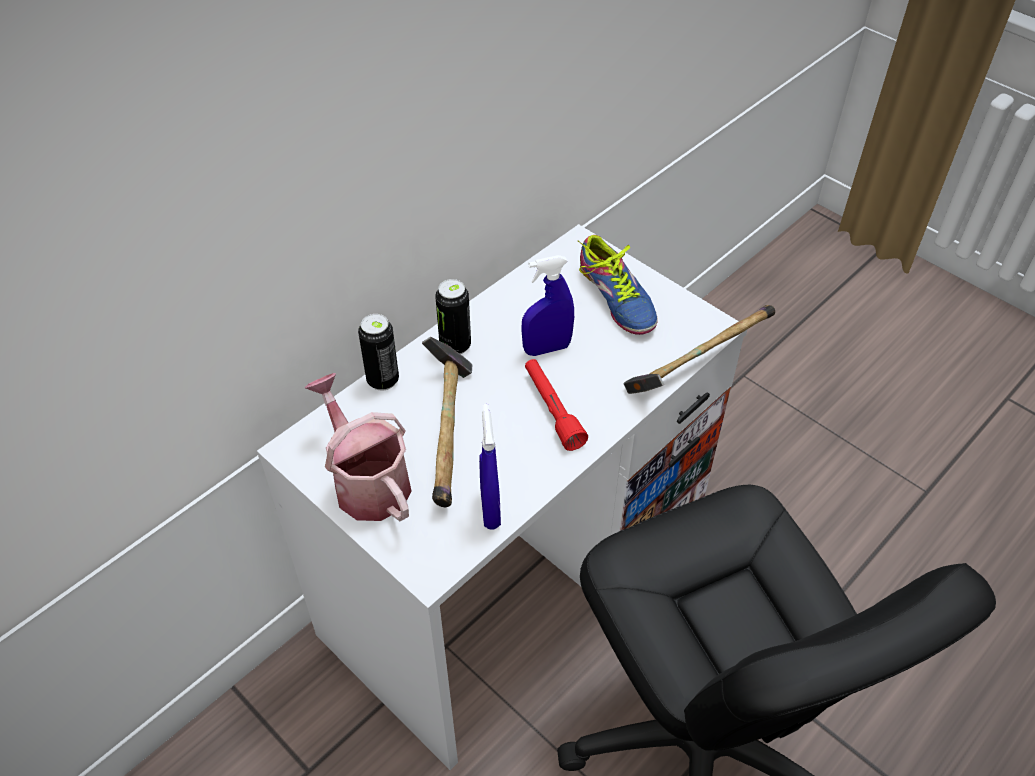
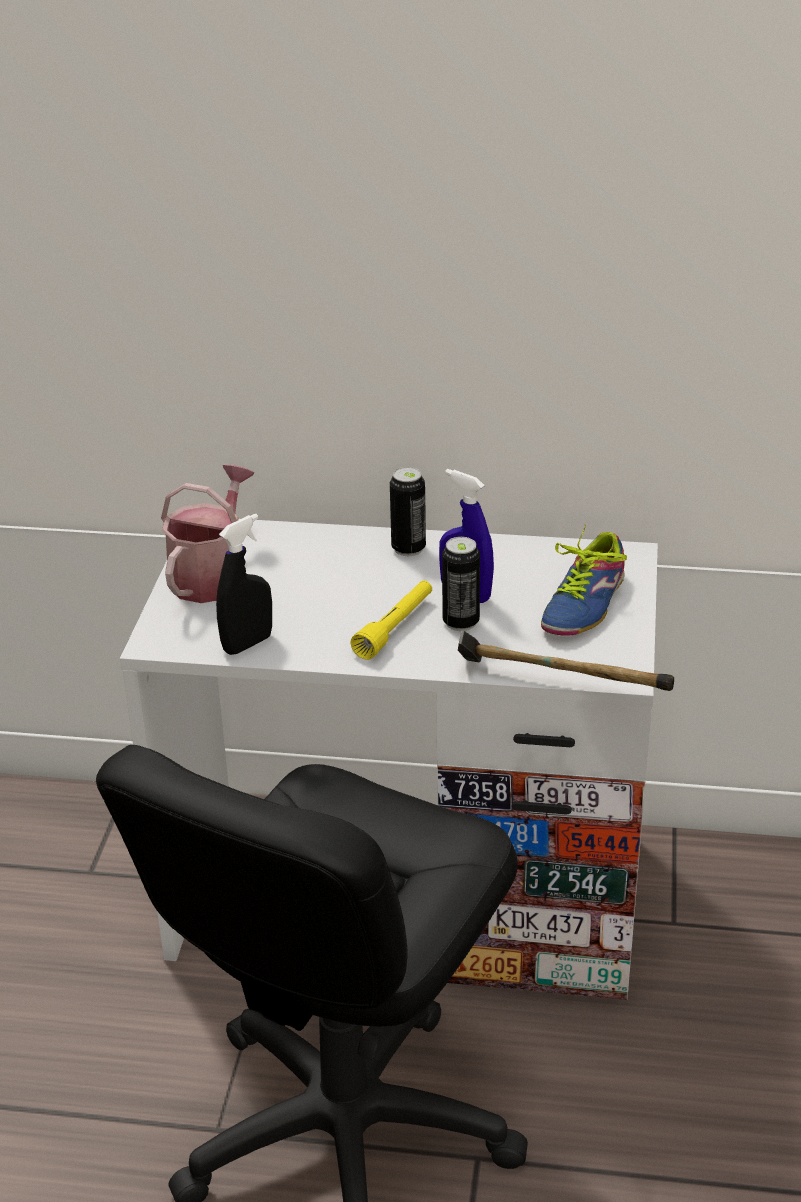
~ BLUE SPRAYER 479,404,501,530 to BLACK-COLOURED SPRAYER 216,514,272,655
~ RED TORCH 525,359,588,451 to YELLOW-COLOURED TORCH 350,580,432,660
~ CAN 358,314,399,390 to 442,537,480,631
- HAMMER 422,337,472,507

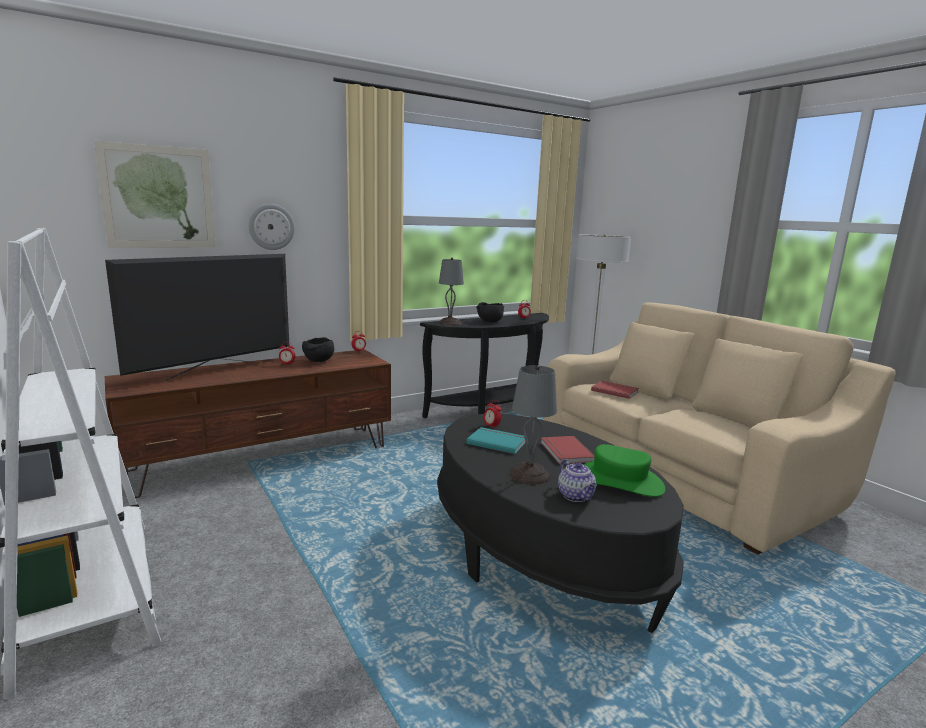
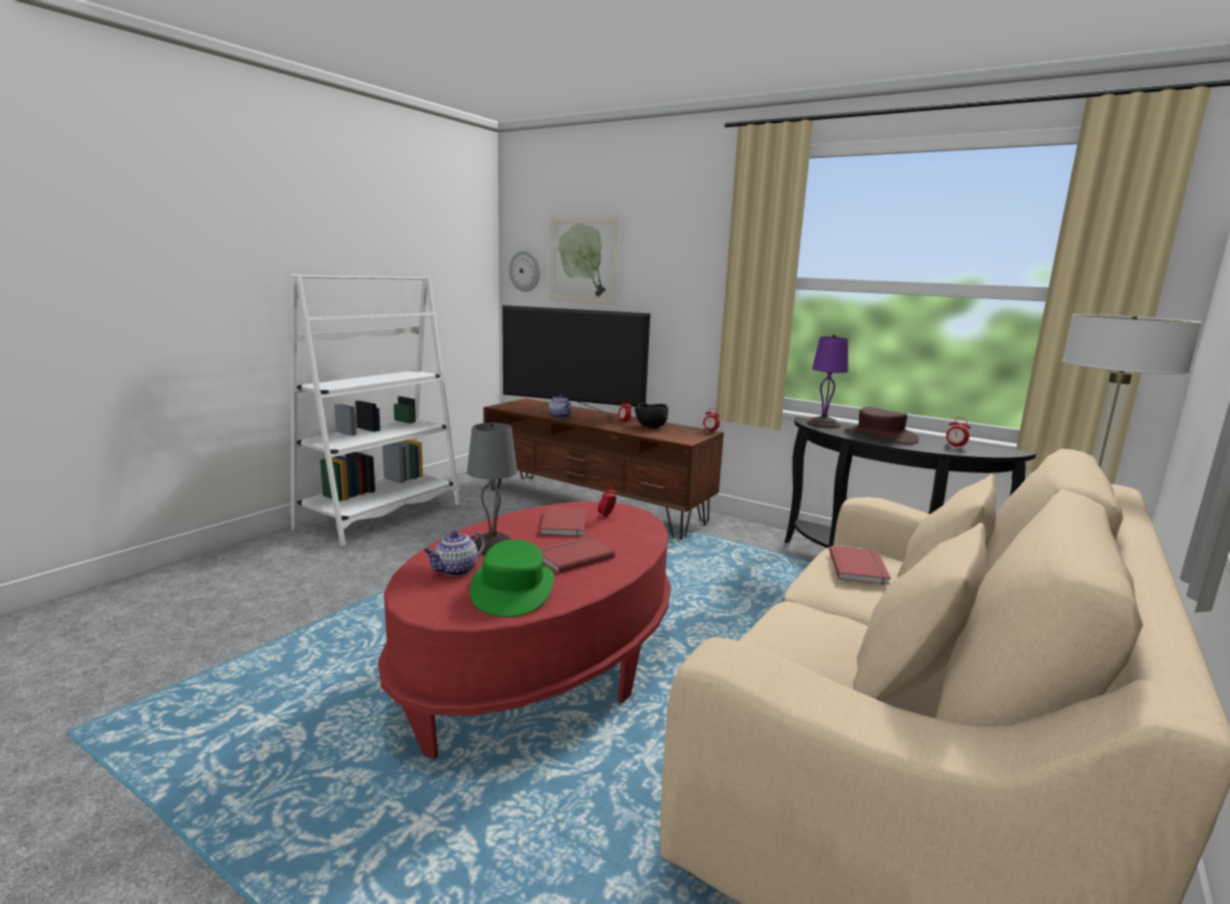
~ BLACK-COLOURED LOUNGE TABLE 437,414,684,633 to RED LOUNGE TABLE 378,501,671,759
~ CLOCK ON THE WALL 248,204,295,250 to 509,250,540,292
~ TURQUOISE-COLOURED VOLUME 466,427,526,454 to RED VOLUME 540,507,586,536
+ TEAPOT 549,395,572,418
~ GREY TABLE LAMP 438,258,464,326 to PURPLISH TABLE LAMP 807,334,848,428
~ BLACK-COLOURED BOWL 476,302,504,322 to BROWNISH HAT 844,407,919,444

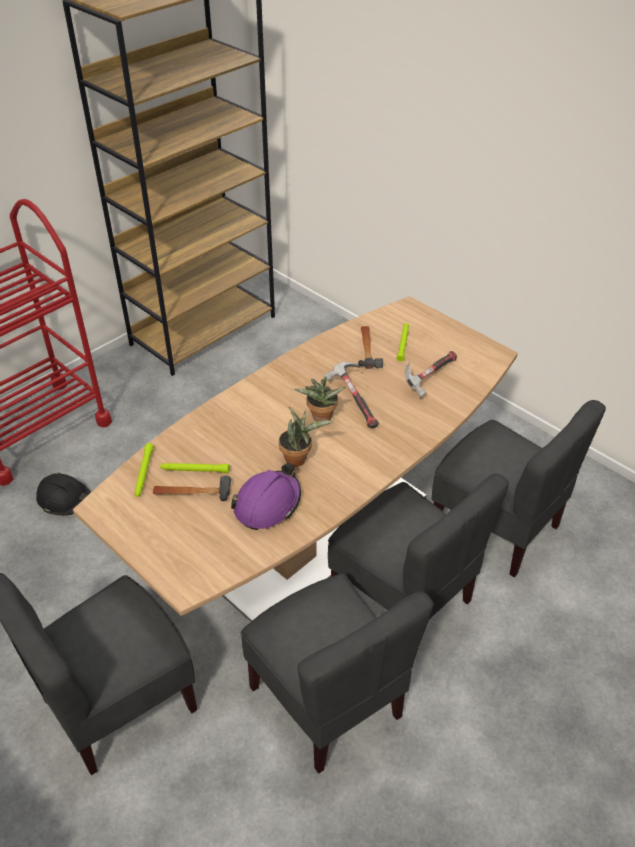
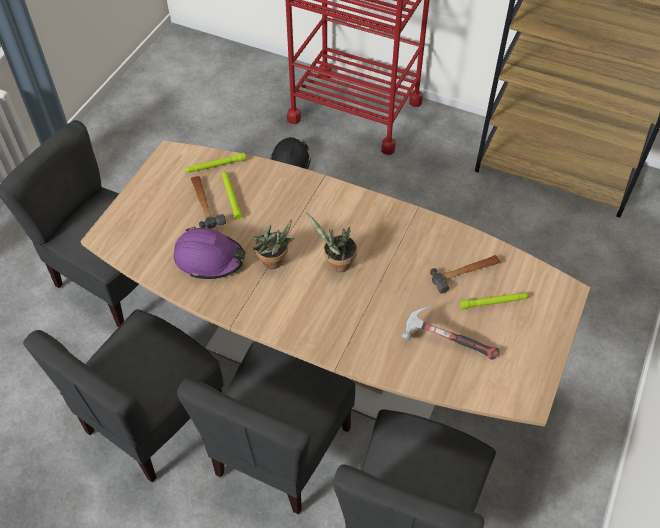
- HAMMER 324,362,379,428

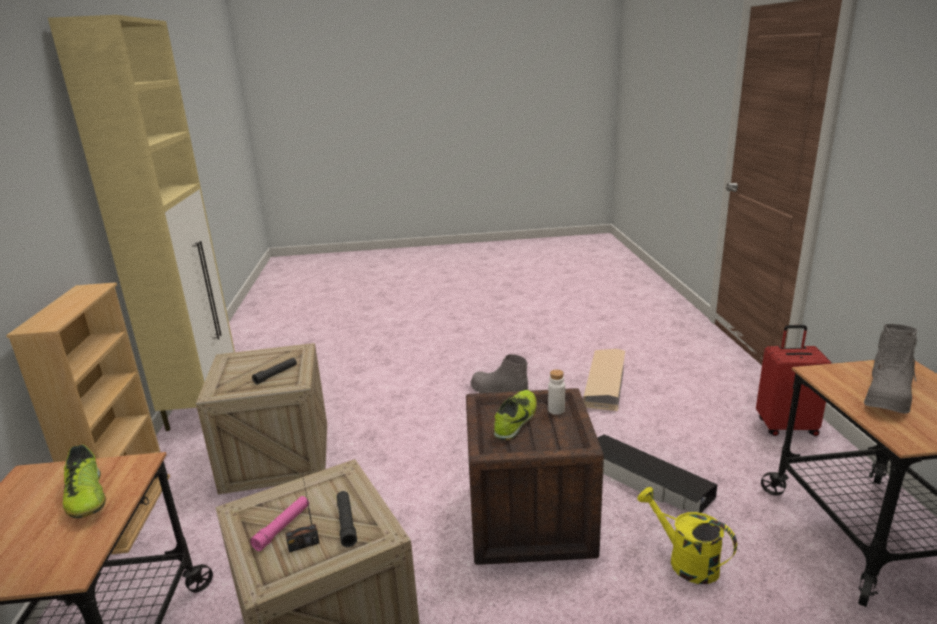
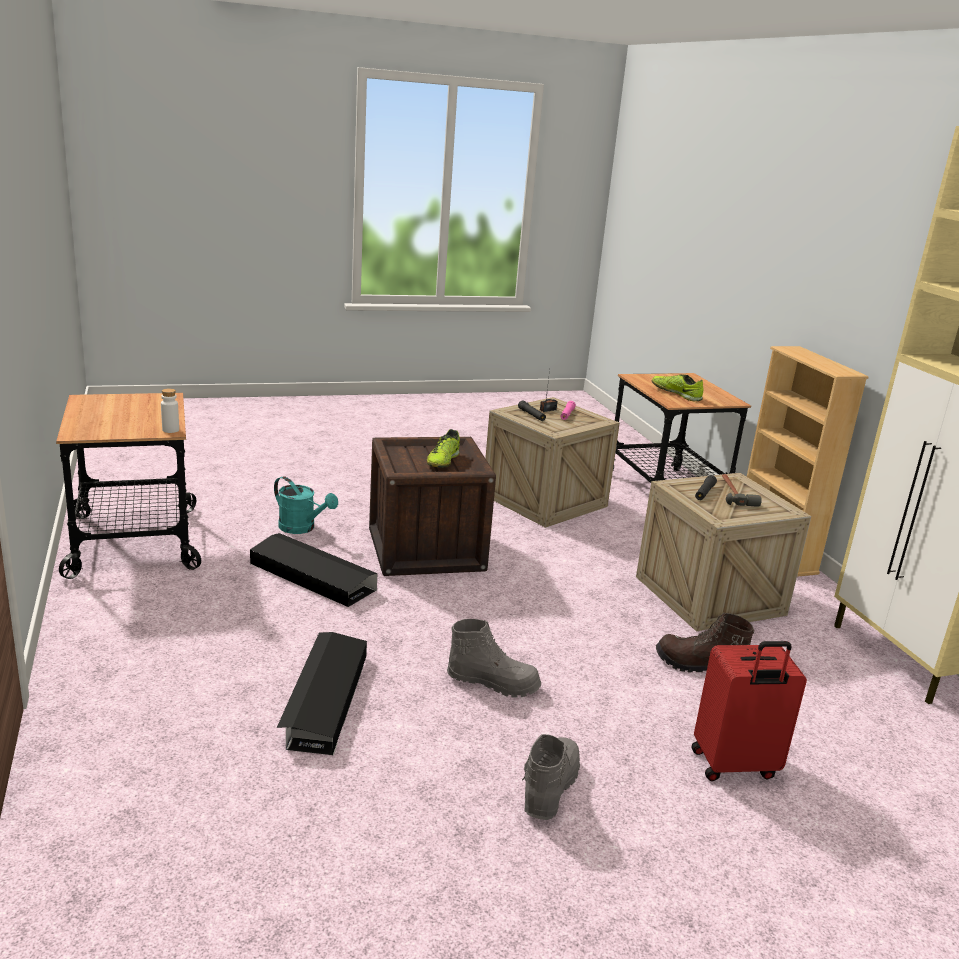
~ WHITE DRINK BOTTLE 548,369,565,415 to 161,389,179,433
~ YELLOW-COLOURED WATERING POT 637,487,737,584 to TURQUOISE-COLOURED WATERING POT 274,476,338,534
~ BEIGE STORAGE BOX 583,349,625,411 to BLACK-COLOURED STORAGE BOX 277,632,367,755
~ GREY HIGH-TOP BOOT 864,324,917,414 to 522,734,580,820
+ BROWNISH HIGH-TOP BOOT 656,613,754,672
~ RED PIECE OF LUGGAGE 756,325,832,436 to 692,641,807,781
+ HAMMER 722,474,762,507

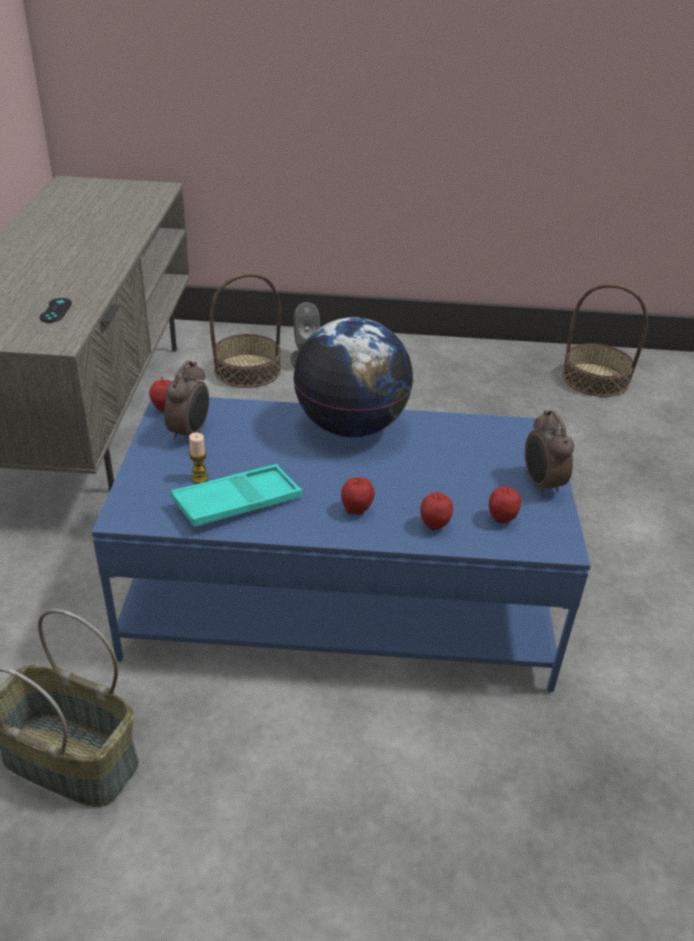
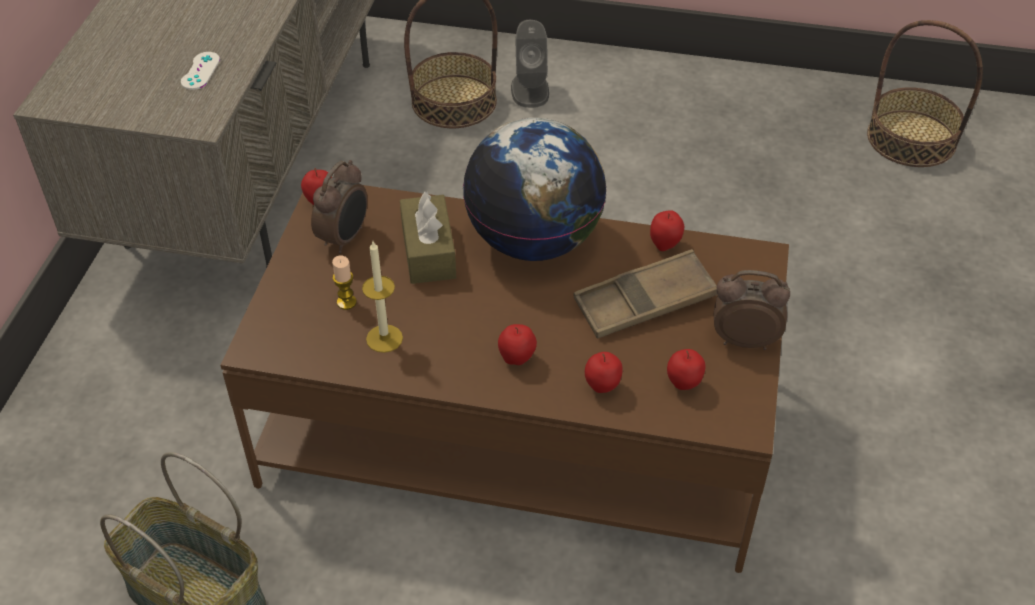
~ BLACK-COLOURED GAMEPAD 40,298,72,323 to WHITE GAMEPAD 181,52,220,90
~ BLUE LOUNGE TABLE 92,397,591,692 to BROWNISH LOUNGE TABLE 220,185,789,573
~ TURQUOISE-COLOURED TRAY 171,464,303,527 to CANDLE 362,241,403,353
+ BROWNISH TISSUE BOX 400,192,456,284
+ BROWNISH TRAY 574,249,718,338
+ APPLE FRUIT 650,210,684,251
~ BEDSIDE CLOCK 525,410,574,497 = 714,270,790,350 105 degrees clockwise

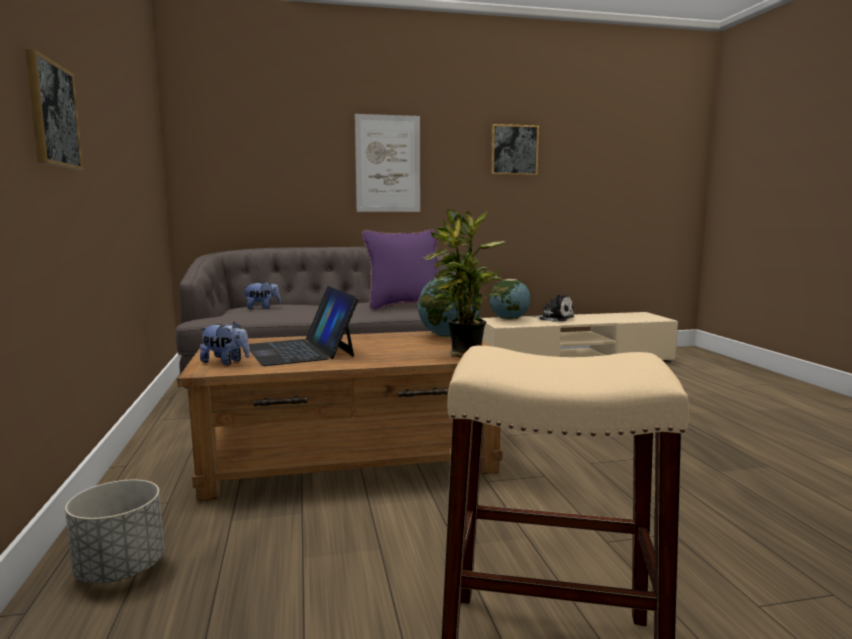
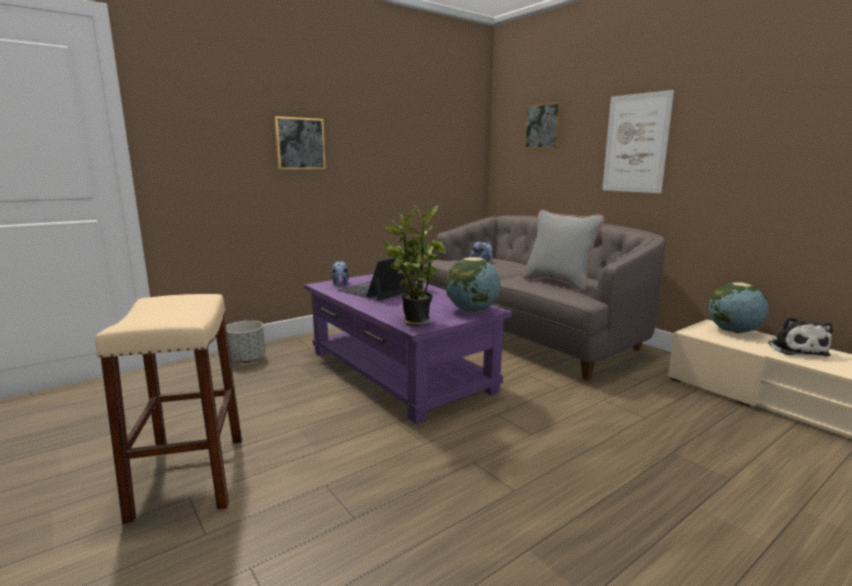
~ BROWNISH LOUNGE TABLE 177,331,503,501 to PURPLISH LOUNGE TABLE 304,274,512,424
~ PURPLISH THROW PILLOW 362,230,439,310 to GREY THROW PILLOW 522,210,604,291
~ WALL PICTURE 491,124,539,175 to 524,102,562,149

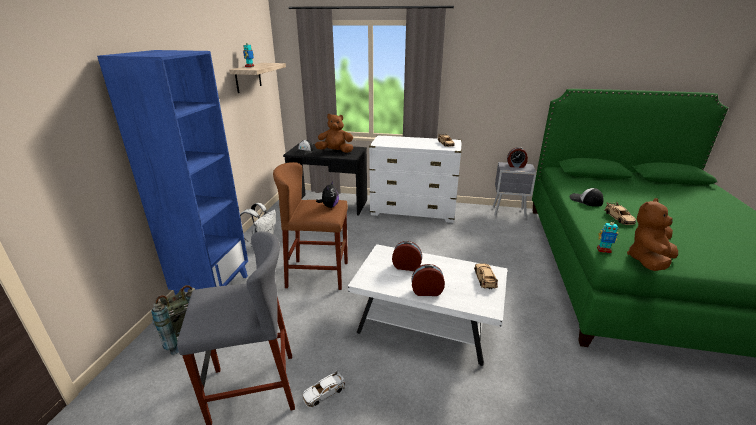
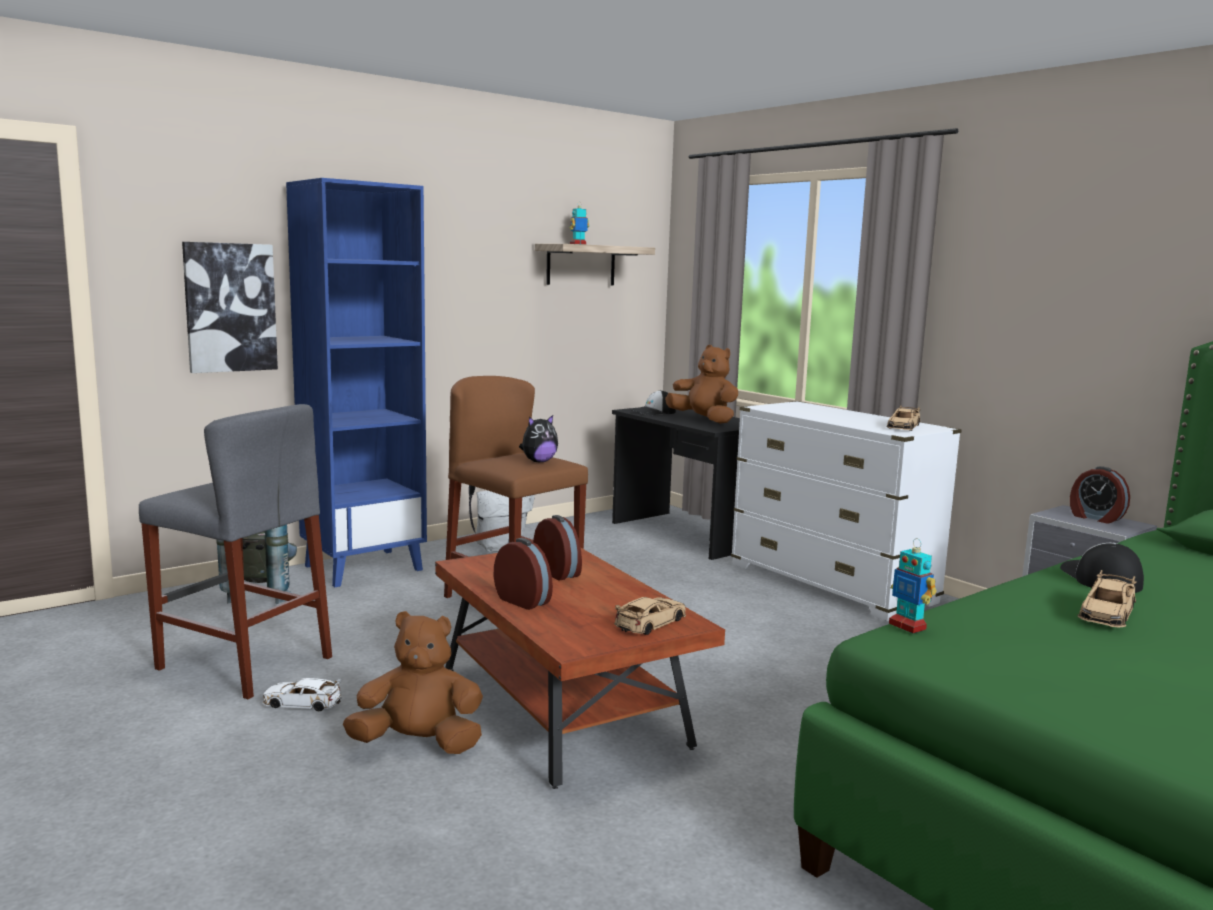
+ WALL PICTURE 182,242,278,373
~ BROWNISH PLUSH TOY 627,198,678,271 to 343,611,483,754
~ WHITE LOUNGE TABLE 348,244,507,366 to BROWNISH LOUNGE TABLE 435,547,725,789

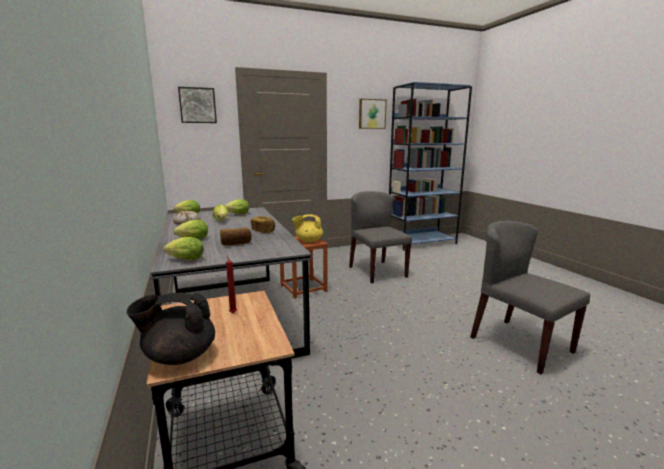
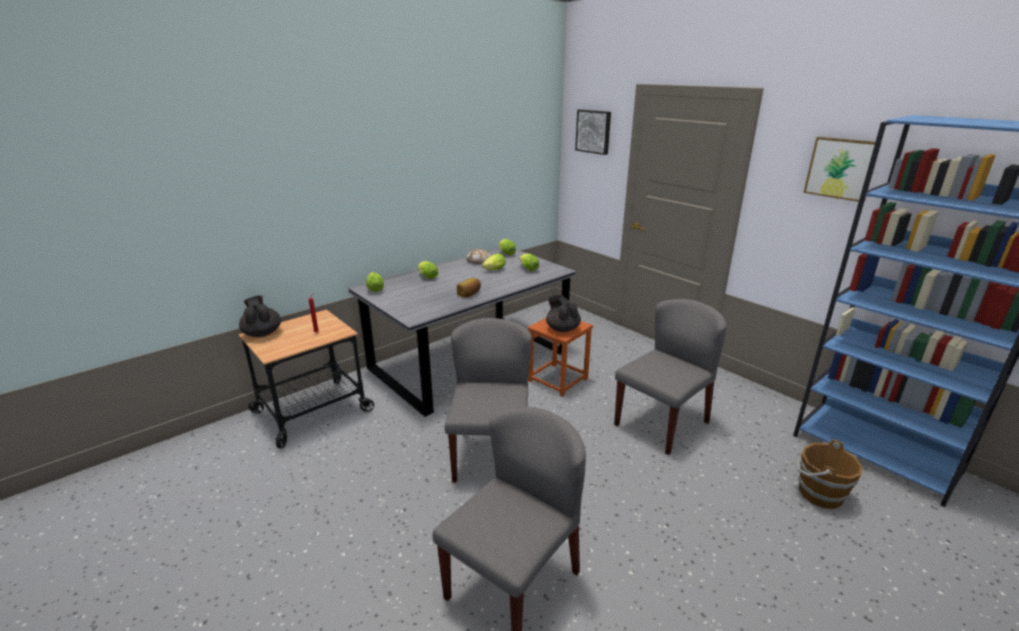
+ GREY UPRIGHT CHAIR 445,318,532,483
~ YELLOW-COLOURED TEAPOT 292,214,323,243 to BLACK-COLOURED TEAPOT 546,295,581,332
+ BROWNISH WATER BUCKET 796,440,863,509
- BREAD 220,227,252,245

